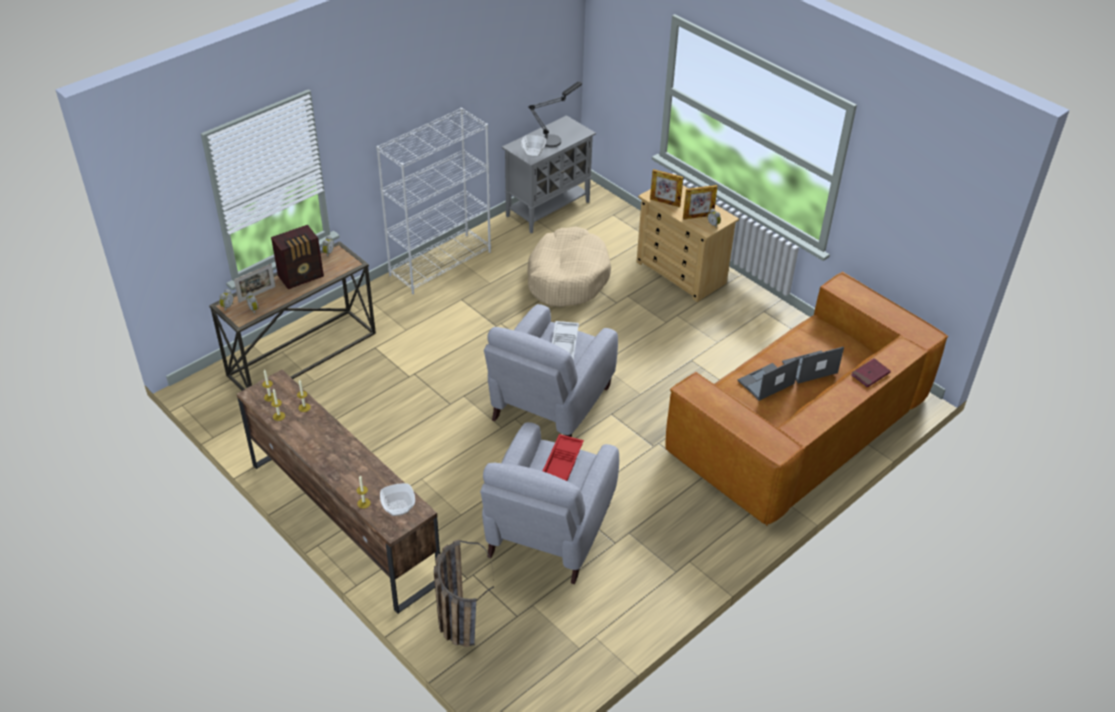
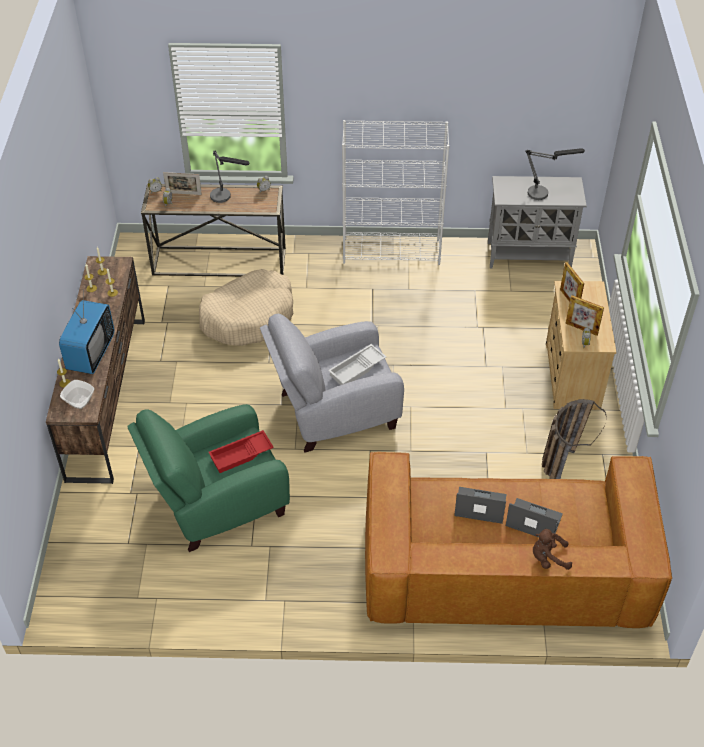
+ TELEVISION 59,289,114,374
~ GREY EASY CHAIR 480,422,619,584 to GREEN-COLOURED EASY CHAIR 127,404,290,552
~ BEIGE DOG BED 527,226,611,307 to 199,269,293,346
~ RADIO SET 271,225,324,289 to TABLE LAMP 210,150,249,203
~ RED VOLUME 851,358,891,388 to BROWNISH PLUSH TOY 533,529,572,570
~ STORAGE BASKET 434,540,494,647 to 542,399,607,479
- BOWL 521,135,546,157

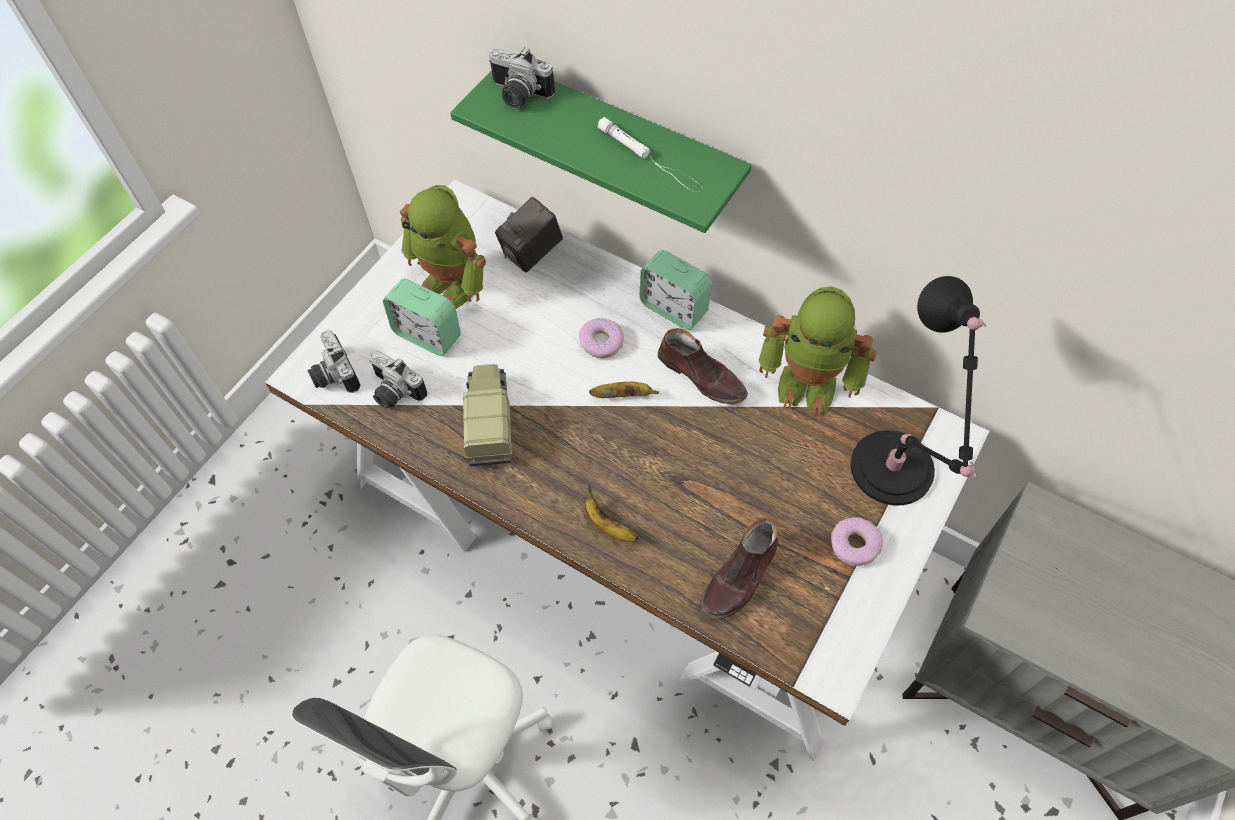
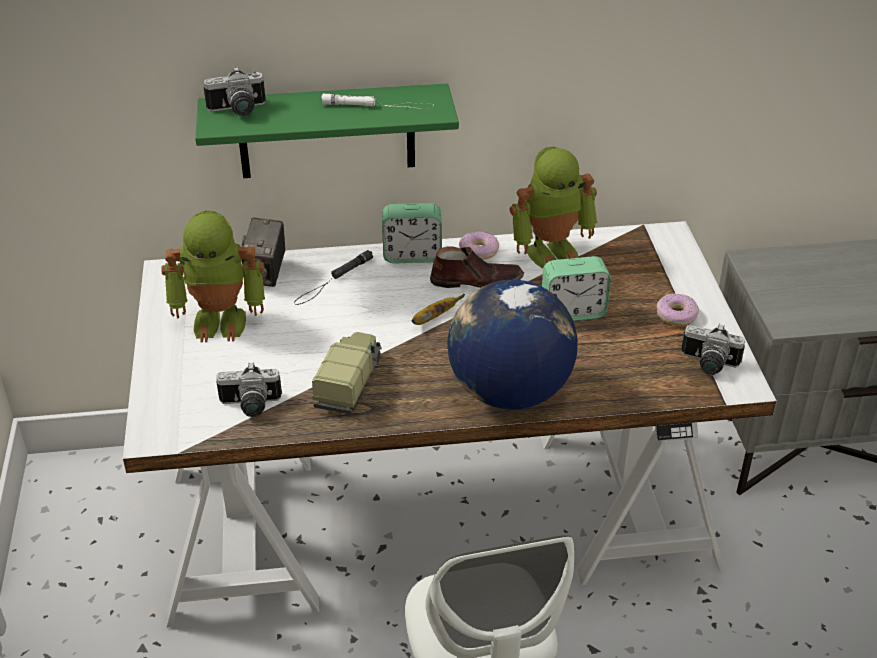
+ BLACK-COLOURED TORCH 294,250,373,305
~ MODEL TRUCK 463,364,512,467 = 312,332,382,415 60 degrees clockwise
~ BANANA 585,484,639,542 to GLOBE 447,280,578,410
~ RING DOUGHNUT 579,318,624,358 to 459,231,499,260
~ BEDSIDE CLOCK 383,279,461,356 to 542,256,611,321
~ PHOTO CAMERA 307,330,360,393 to 681,324,745,375
- BROWNISH SHOE 700,518,778,620
- BLACK-COLOURED TABLE LAMP 850,276,987,505

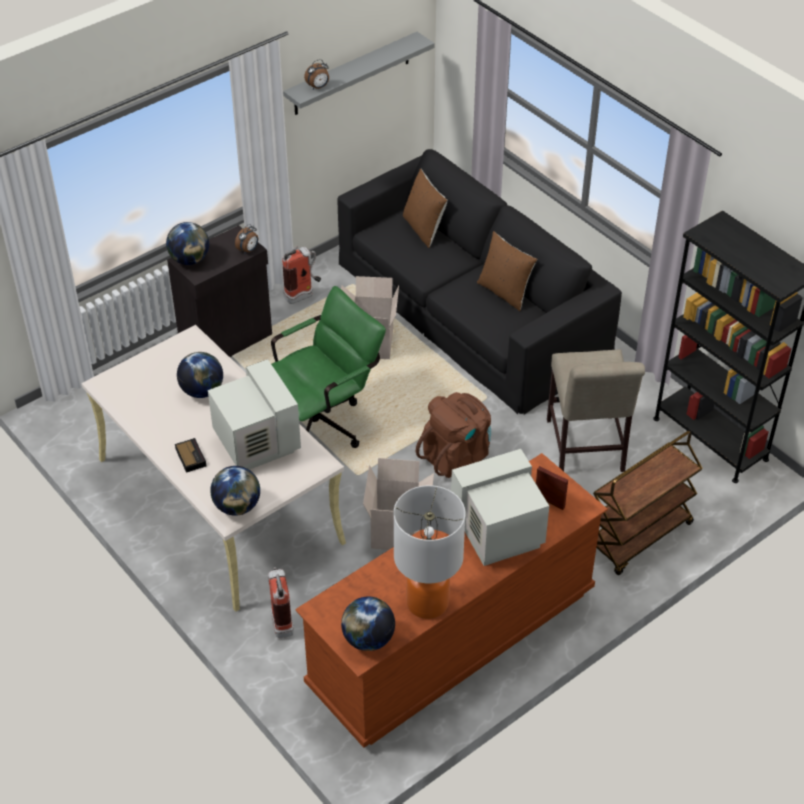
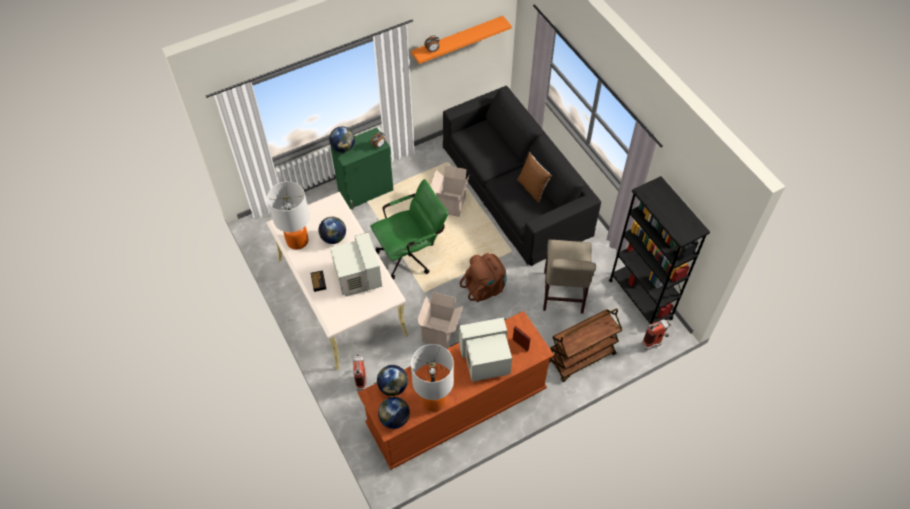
+ TABLE LAMP 267,182,310,250
~ BLACK-COLOURED CABINET 167,225,272,357 to GREEN-COLOURED CABINET 330,128,393,210
~ GLOBE 210,466,260,516 to 377,365,408,396
~ GREY SHELF 283,32,435,115 to ORANGEY SHELF 411,16,512,64
~ EXTINGUISHER 282,247,321,304 to 641,319,671,350
- BROWNISH THROW PILLOW 403,168,448,248

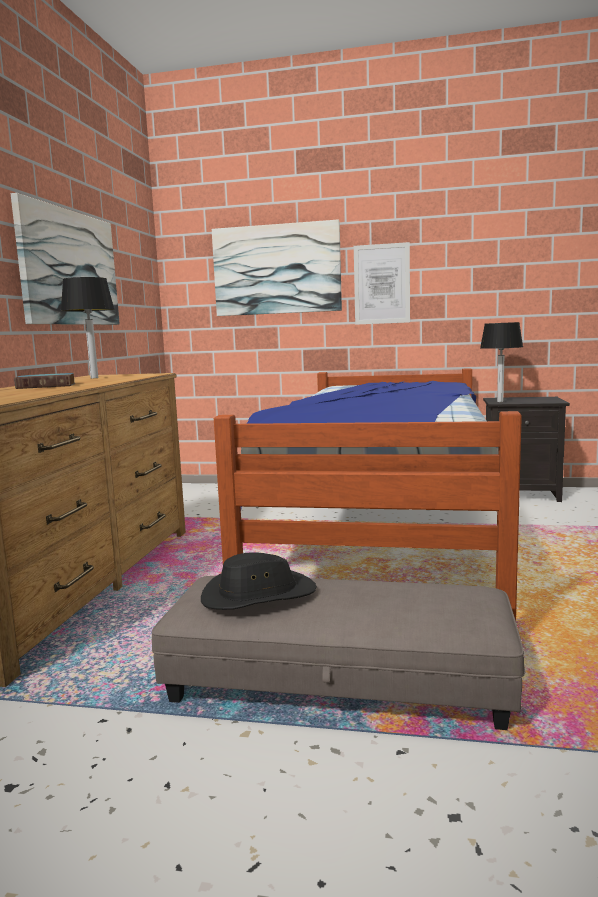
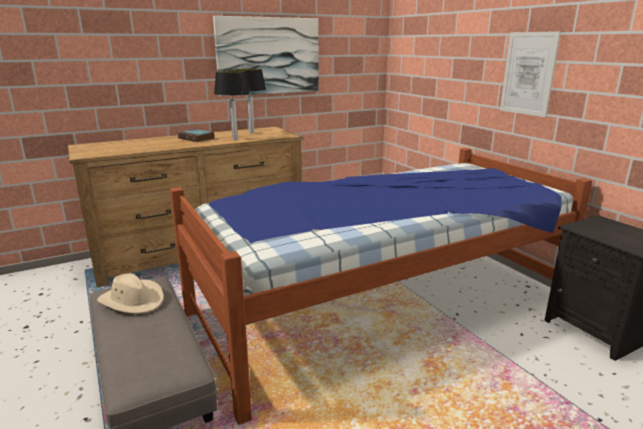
~ BLACK-COLOURED HAT 201,553,317,610 to BEIGE HAT 97,273,164,314
~ TABLE LAMP 480,322,523,402 to 214,71,250,140
- WALL PICTURE 212,219,342,316

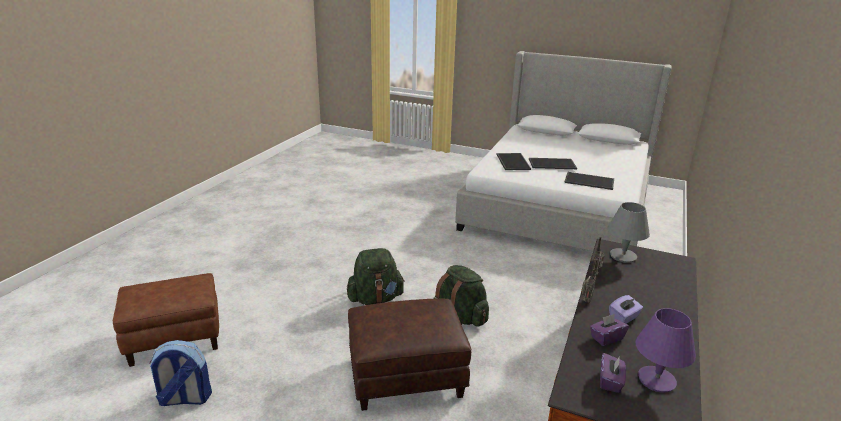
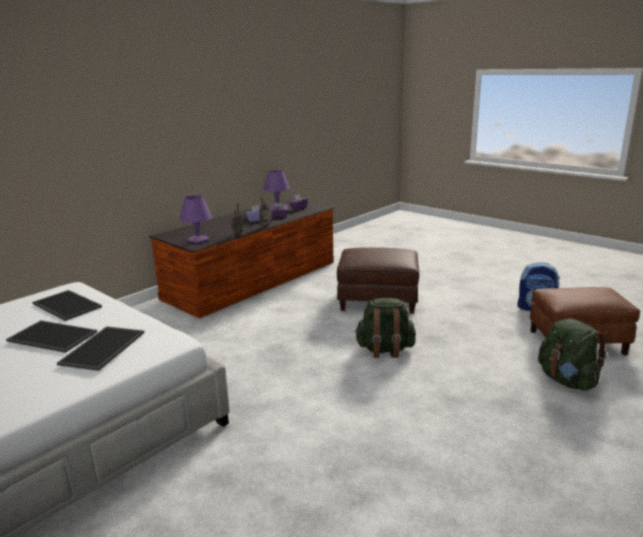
~ GREY TABLE LAMP 608,202,650,263 to PURPLISH TABLE LAMP 180,195,212,243
~ GREEN-COLOURED BACKPACK 433,265,489,327 to 538,319,607,391

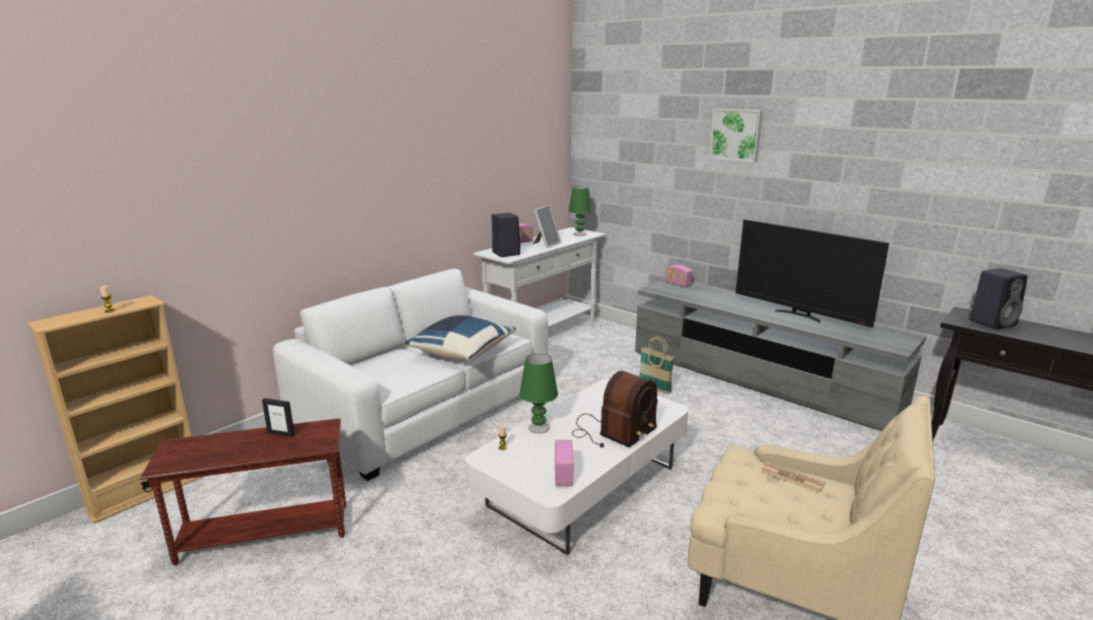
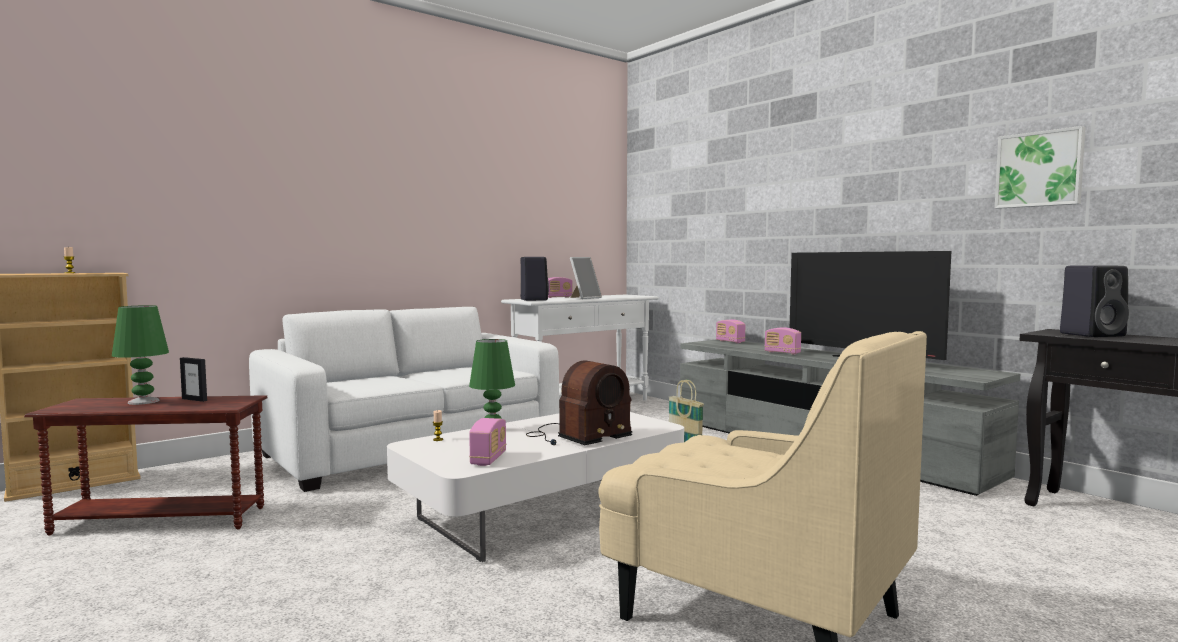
~ GREEN-COLOURED TABLE LAMP 569,186,592,236 to 112,305,169,405
+ RADIO SET 764,327,801,354
~ WALL PICTURE 709,109,763,162 to 995,126,1085,209
- BLUE THROW PILLOW 405,315,516,362
- DAILY PAPER 761,461,826,493

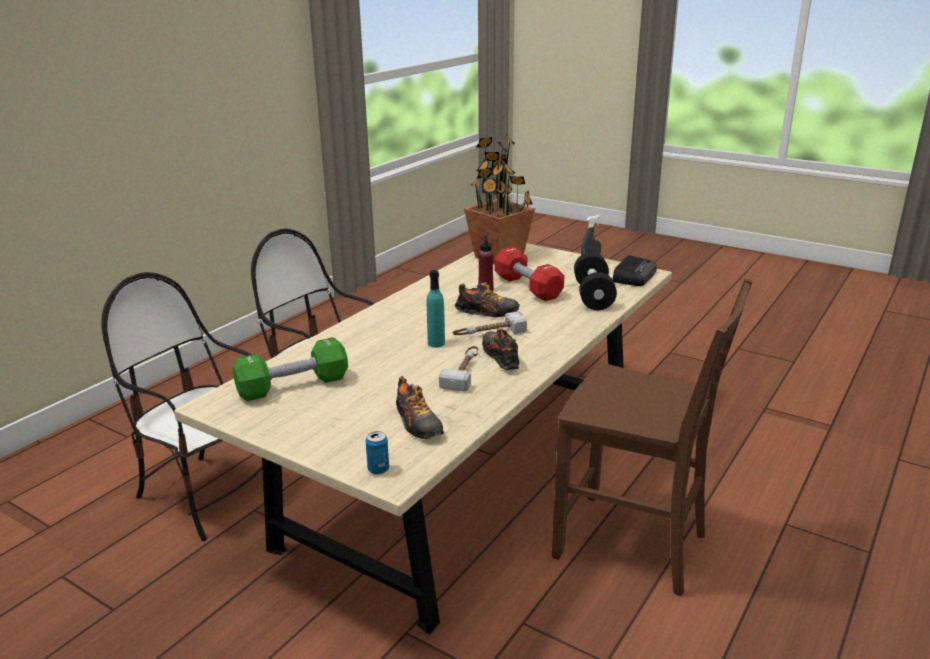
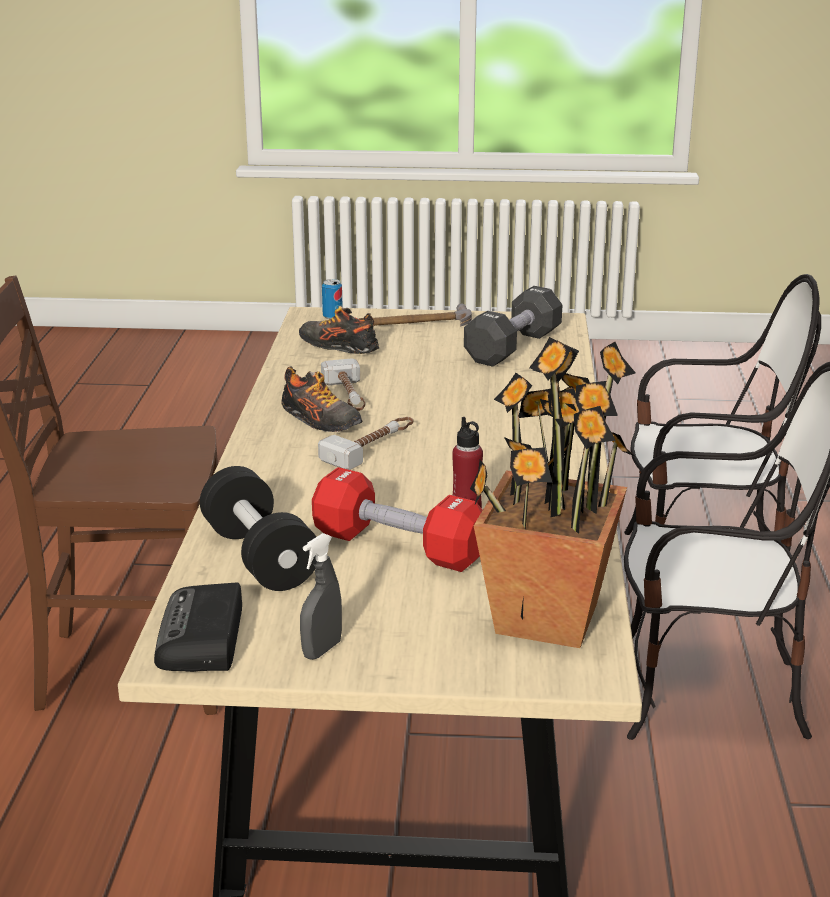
+ HAMMER 359,304,472,326
~ GREEN-COLOURED DUMBBELL 233,337,348,401 to BLACK-COLOURED DUMBBELL 464,286,562,367
- TURQUOISE-COLOURED DRINK BOTTLE 427,270,445,348
- SHOE 455,282,520,317

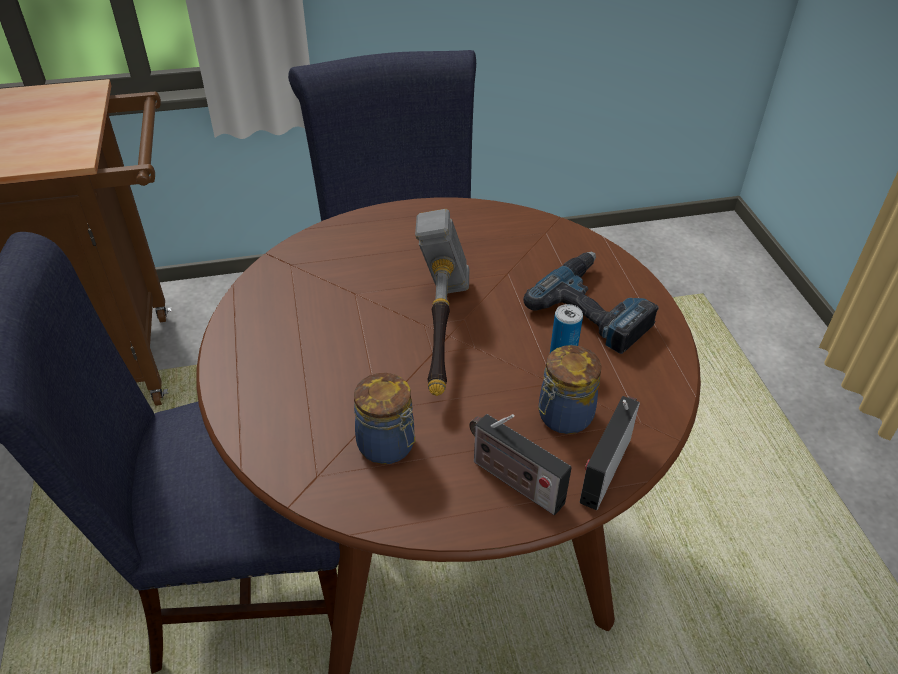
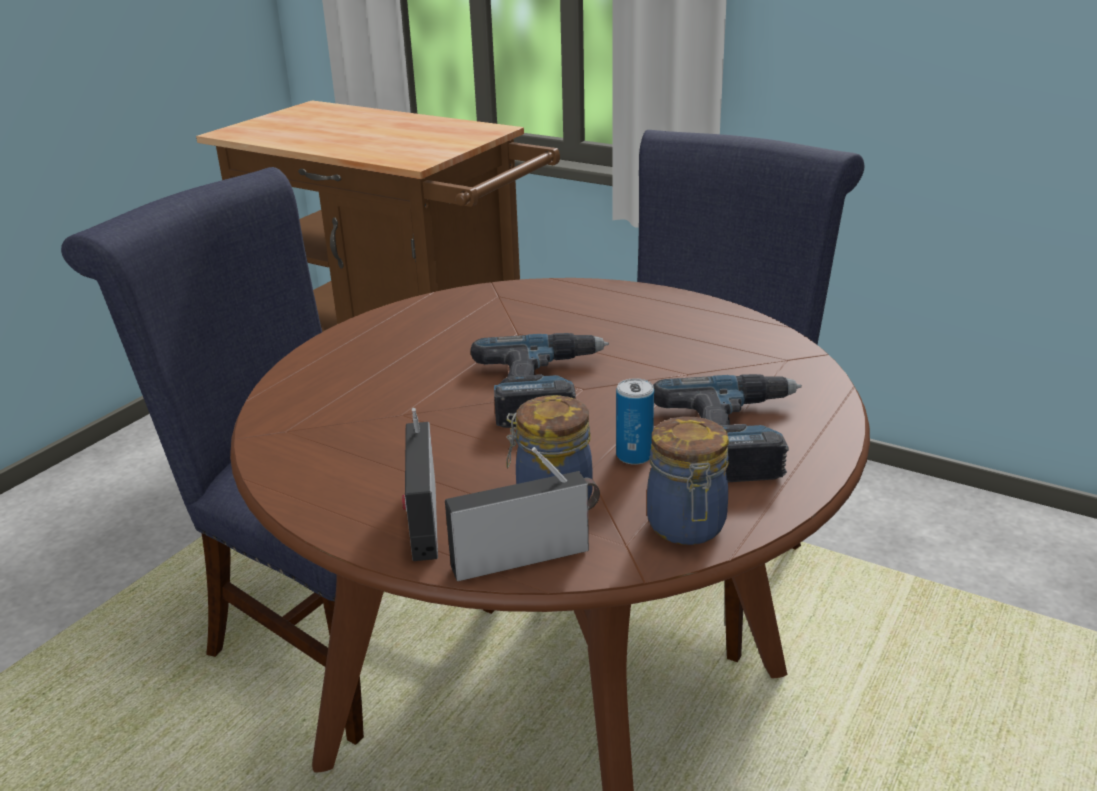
~ HAMMER 415,209,469,396 to POWER DRILL 471,333,609,428
~ PRESERVE JAR 354,373,415,464 to 647,417,729,545

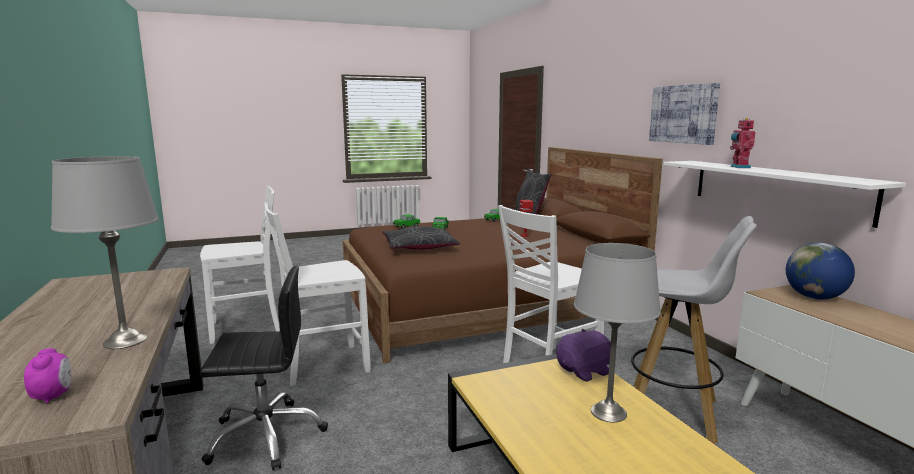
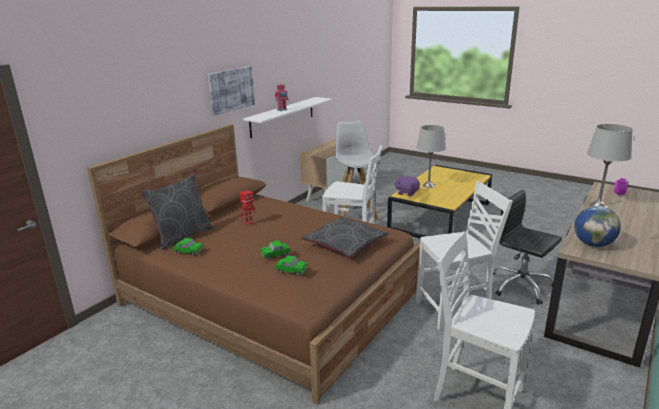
~ WHITE UPRIGHT CHAIR 264,202,371,386 = 416,181,513,331 45 degrees counterclockwise
~ GLOBE 786,243,855,300 to 574,206,621,247

